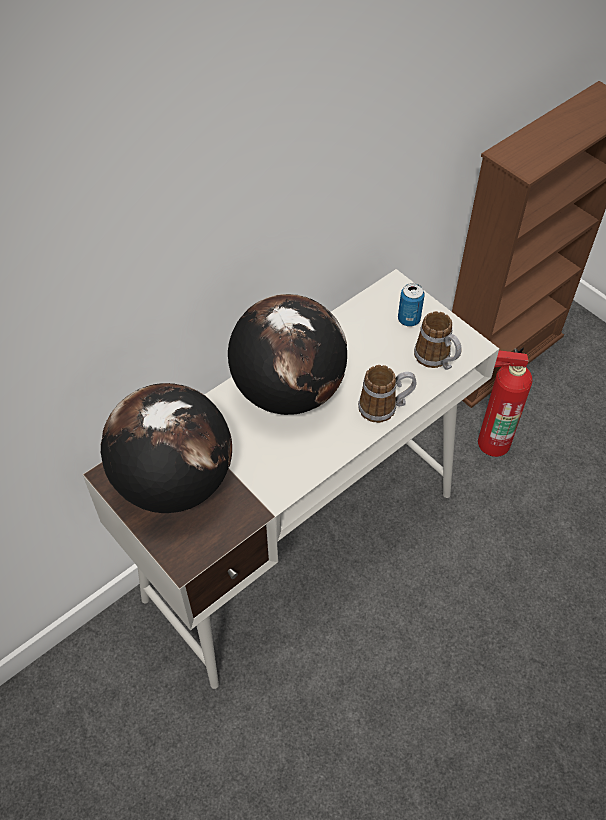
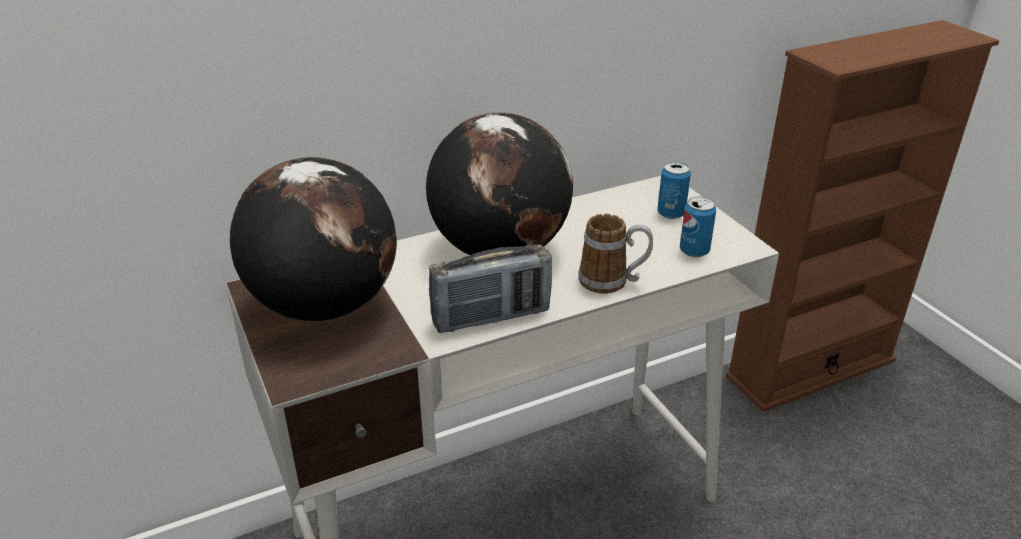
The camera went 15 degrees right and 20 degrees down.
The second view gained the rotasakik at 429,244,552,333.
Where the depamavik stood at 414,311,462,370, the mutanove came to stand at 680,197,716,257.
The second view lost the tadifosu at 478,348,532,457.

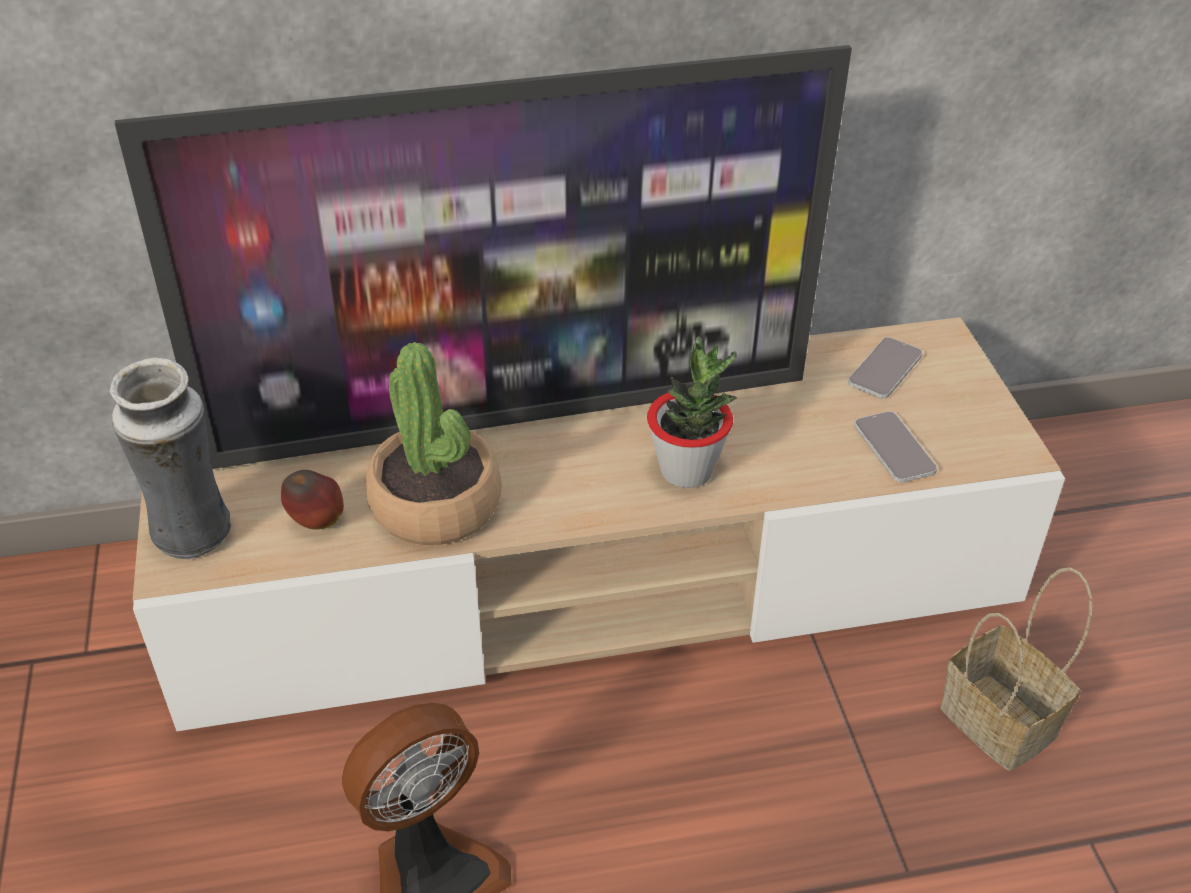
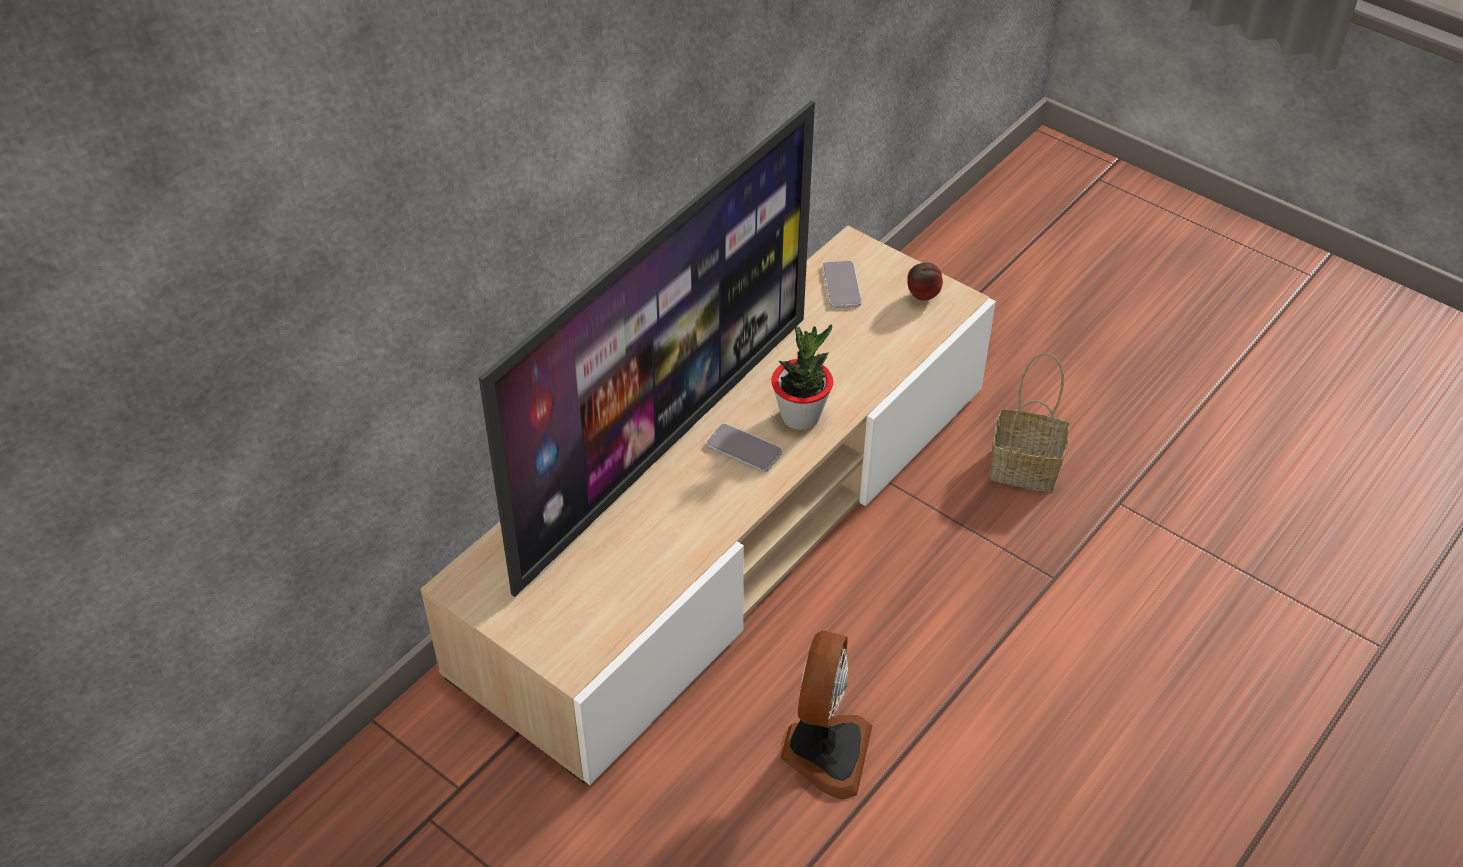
The camera went 40 degrees left and 5 degrees up.
The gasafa ended up elsewhere, having gone from 854,411,937,483 to 706,423,782,472.
The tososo ended up elsewhere, having gone from 281,470,344,530 to 907,263,943,301.
The second view lost the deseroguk at 110,357,231,560.
The second view lost the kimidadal at 366,342,502,545.

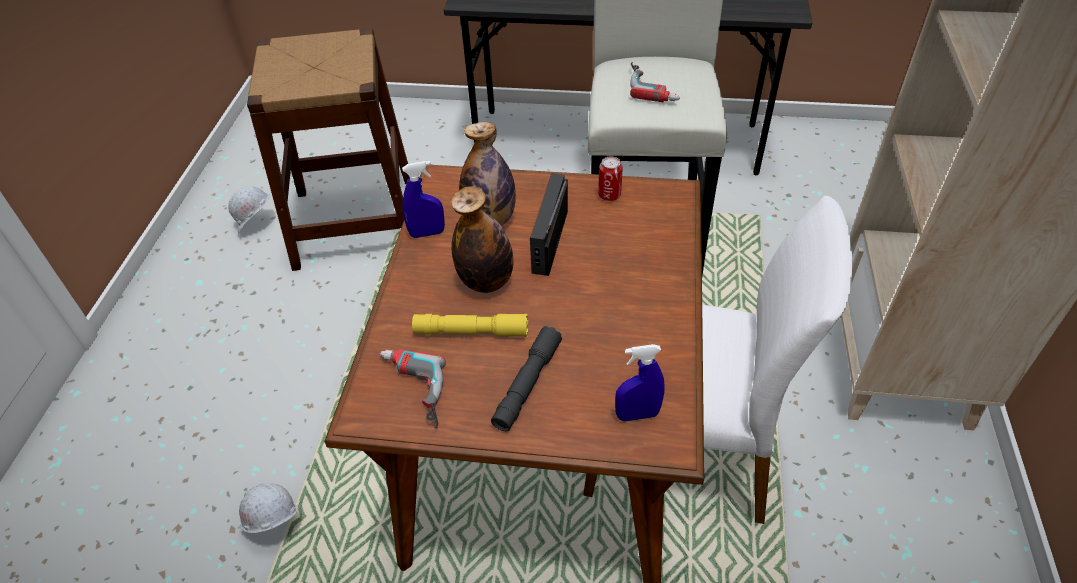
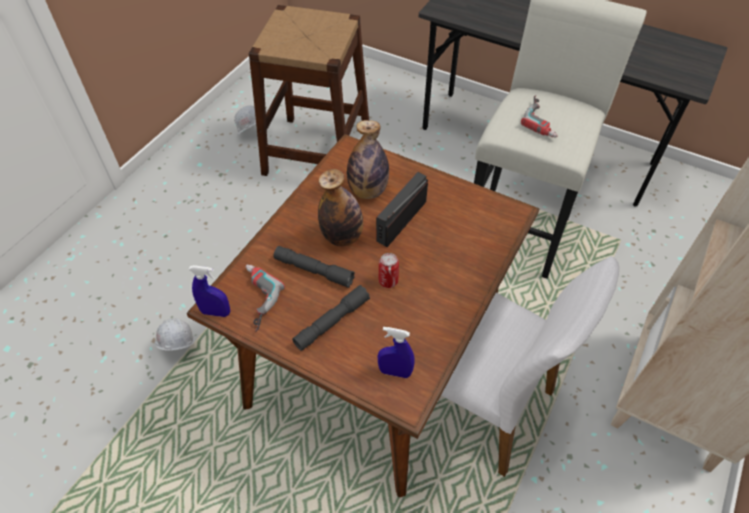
The camera went 20 degrees right and 5 degrees up.
The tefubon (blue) ended up elsewhere, having gone from 402,161,445,238 to 188,265,230,317.
What was the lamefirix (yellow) at 412,314,528,337 turned into the lamefirix (grey) at 274,246,355,288.
The mutanove ended up elsewhere, having gone from 598,156,623,201 to 379,253,399,288.

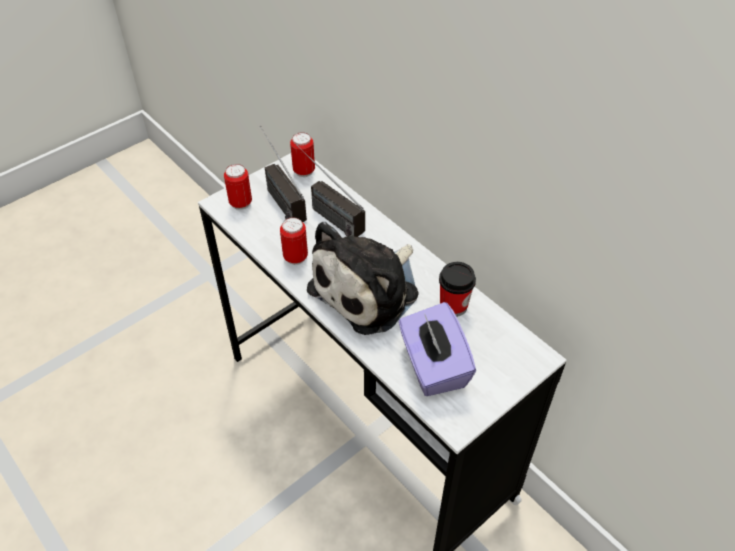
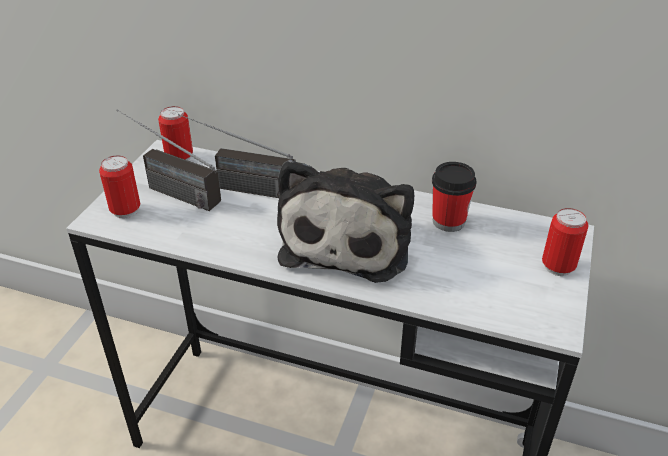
The camera went 30 degrees left and 10 degrees down.
The mutanove ended up elsewhere, having gone from 280,217,308,265 to 542,208,588,276.
The second view lost the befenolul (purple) at 399,302,476,396.

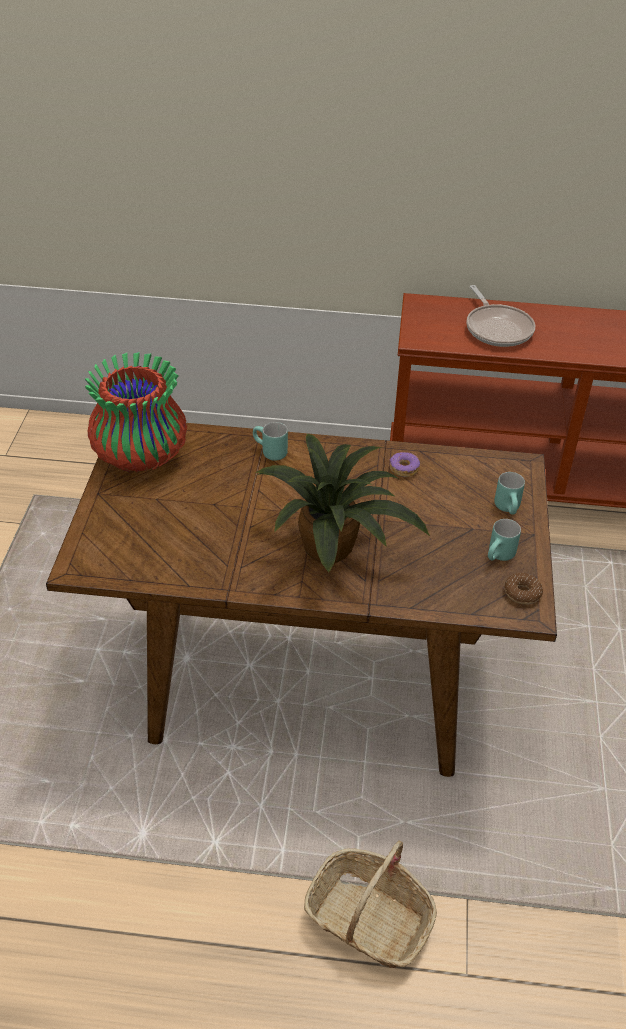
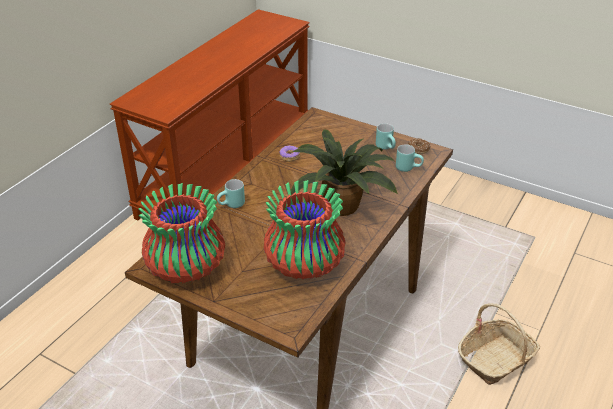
The camera went 65 degrees left and 5 degrees down.
The second view gained the deseroguk at 264,180,346,280.
The depamavik (turquoise) ended up elsewhere, having gone from 494,472,525,515 to 396,144,424,172.
The second view lost the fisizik at 466,285,535,347.

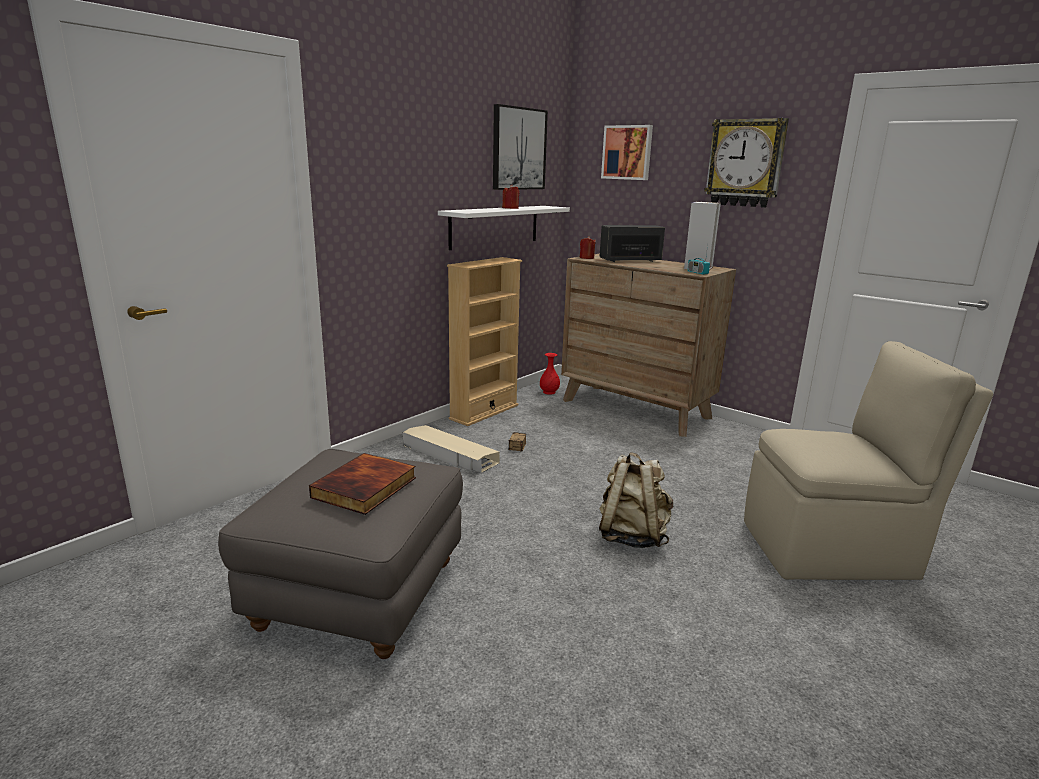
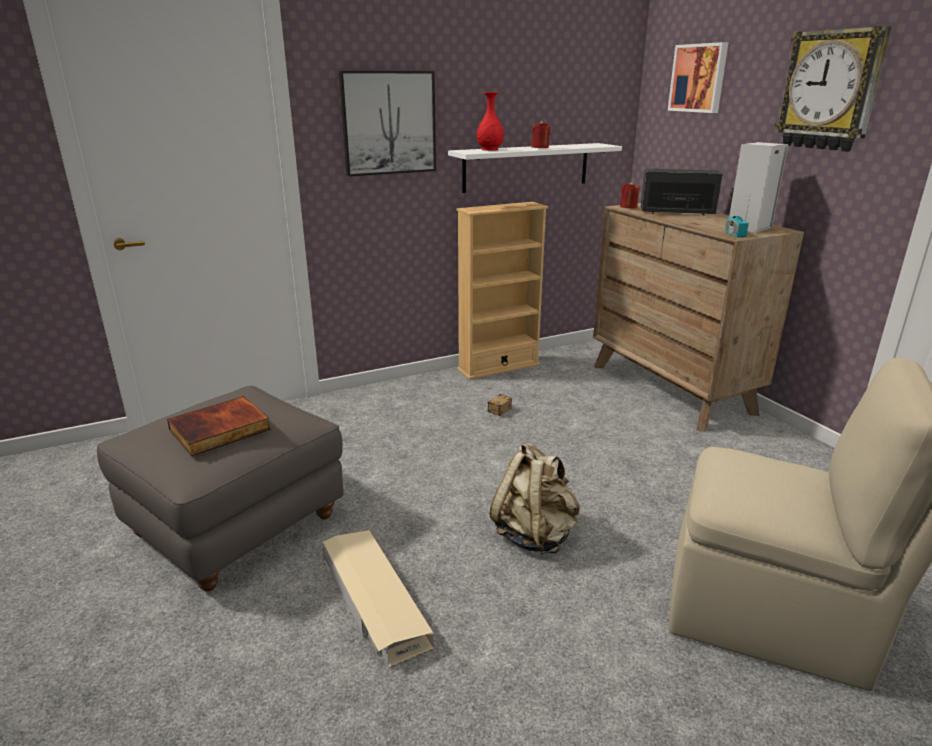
The camera went 25 degrees right and 5 degrees up.
The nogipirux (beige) ended up elsewhere, having gone from 403,425,500,473 to 323,530,434,667.
The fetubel ended up elsewhere, having gone from 493,104,548,190 to 339,71,436,177.
The deseroguk (red) ended up elsewhere, having gone from 540,353,560,395 to 477,92,504,151.

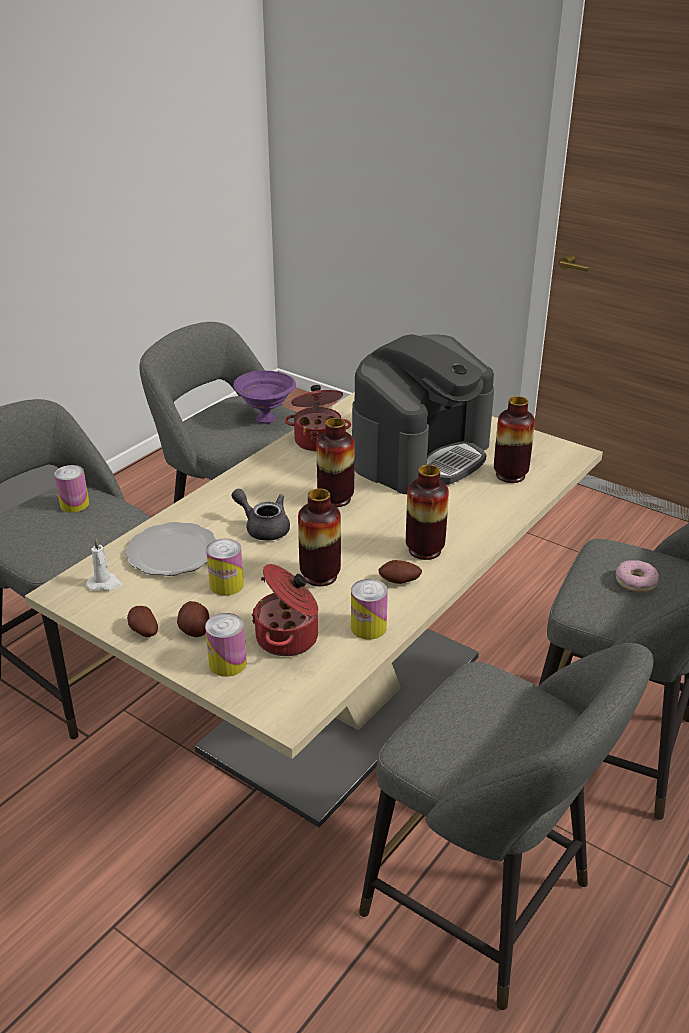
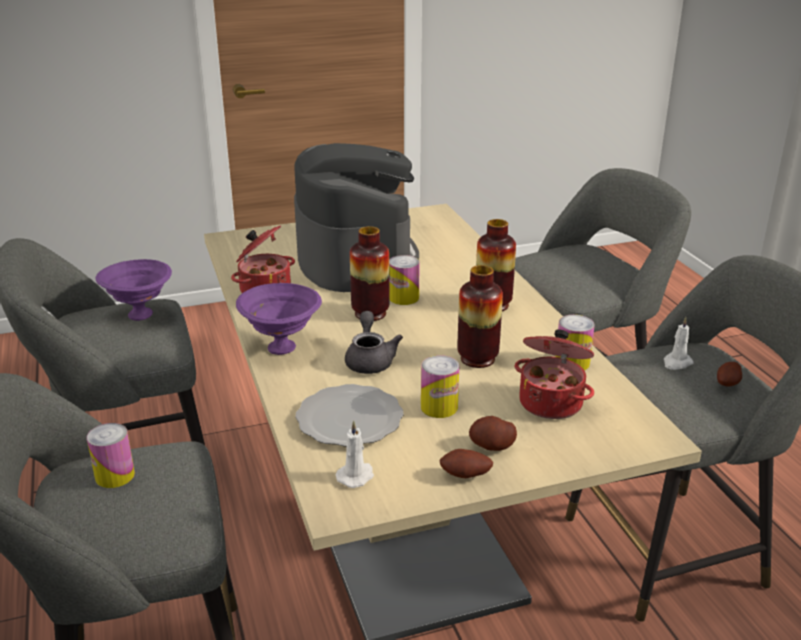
The camera went 55 degrees left and 5 degrees down.
The second view gained the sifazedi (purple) at 236,283,322,355.
The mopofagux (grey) at 231,489,290,541 ended up facing another way, 105 degrees clockwise from before.
The mutanove ended up elsewhere, having gone from 205,613,247,677 to 389,255,420,305.
The second view gained the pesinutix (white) at 664,317,694,370.
The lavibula ended up elsewhere, having gone from 379,560,422,584 to 717,362,742,387.
The second view lost the deseroguk at 494,396,535,483.
The second view lost the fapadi at 616,560,659,592.

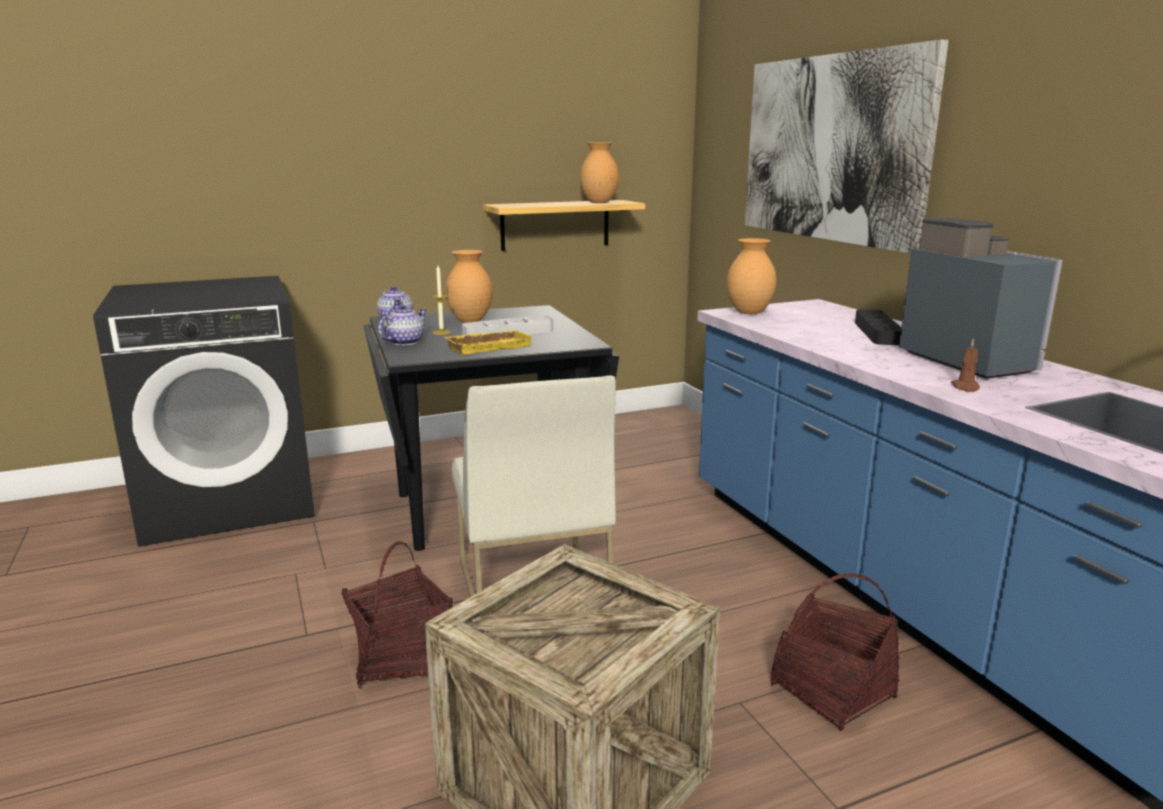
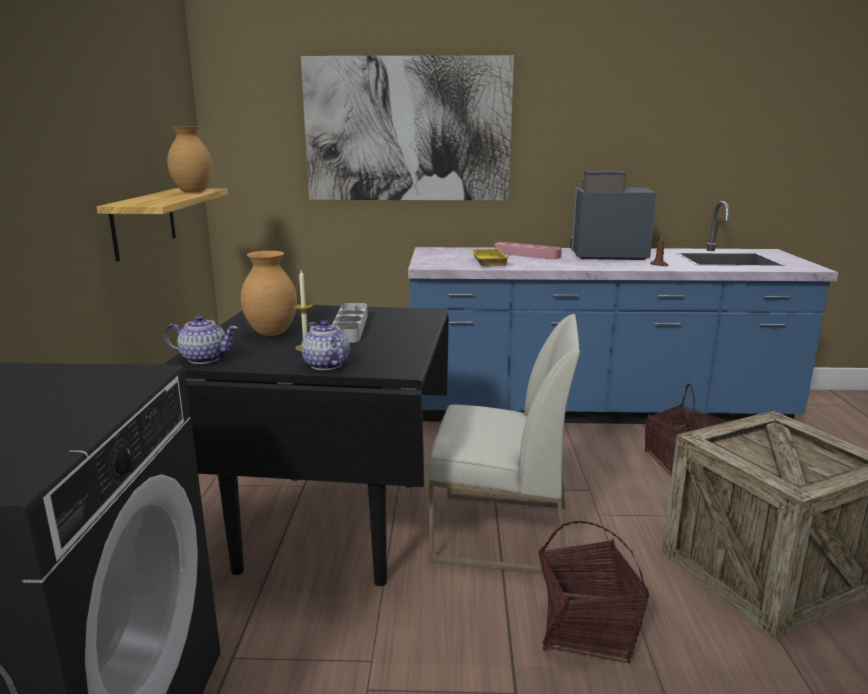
The camera went 65 degrees left and 0 degrees up.
The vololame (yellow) ended up elsewhere, having gone from 444,330,533,355 to 471,248,508,266.
What was the vololame (black) at 855,310,901,345 turned into the vololame (pink) at 494,242,562,260.
The second view lost the deseroguk (brown) at 727,238,777,314.

